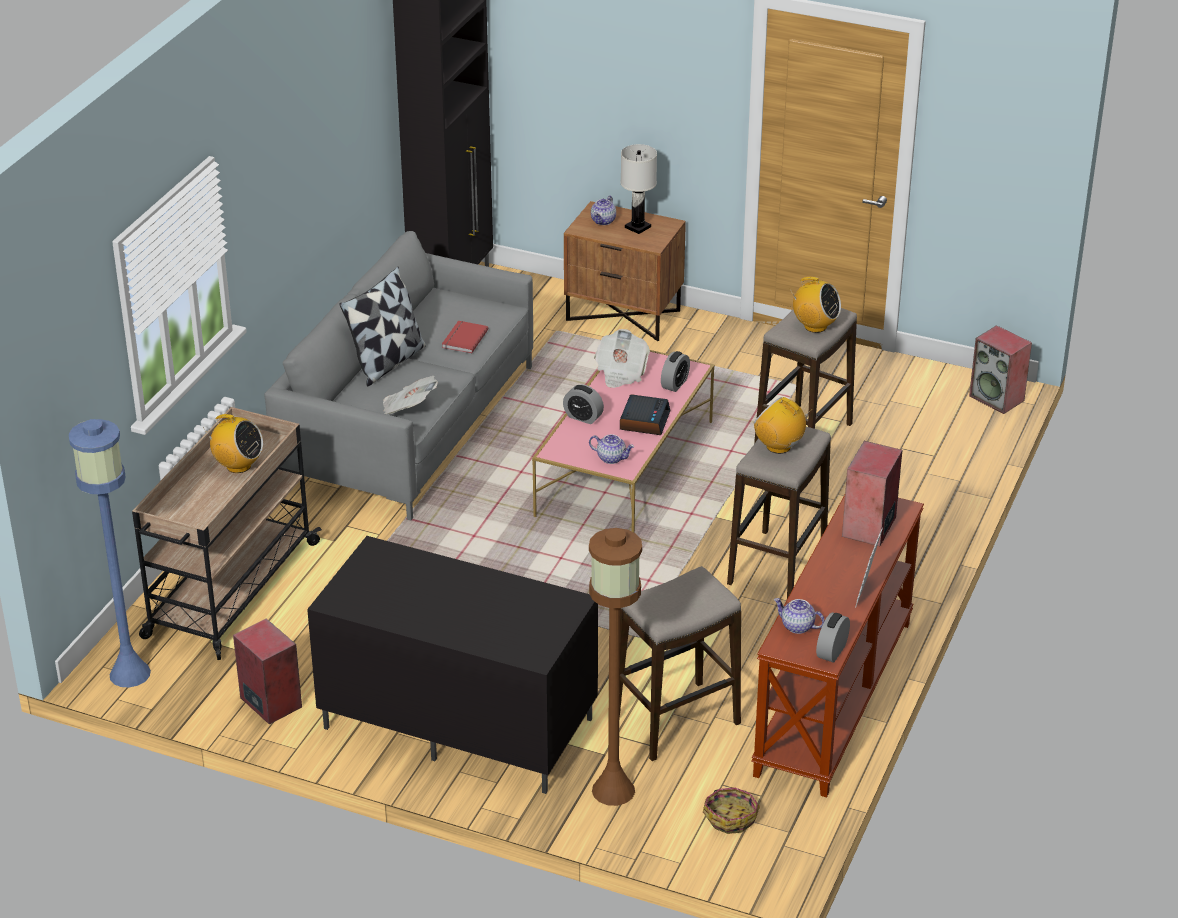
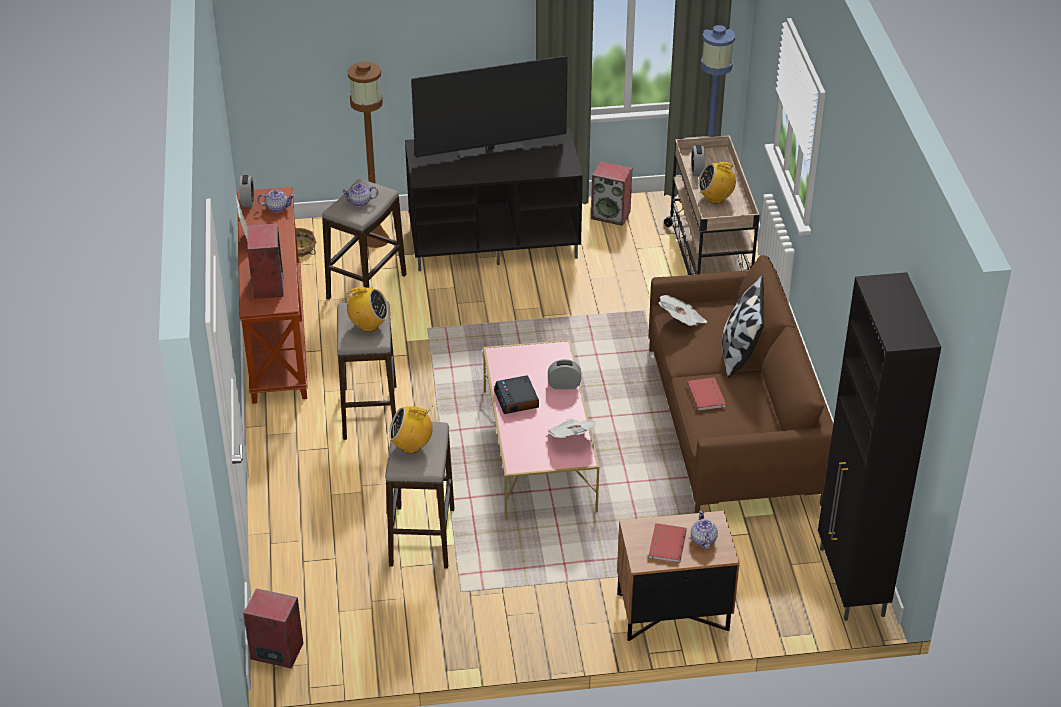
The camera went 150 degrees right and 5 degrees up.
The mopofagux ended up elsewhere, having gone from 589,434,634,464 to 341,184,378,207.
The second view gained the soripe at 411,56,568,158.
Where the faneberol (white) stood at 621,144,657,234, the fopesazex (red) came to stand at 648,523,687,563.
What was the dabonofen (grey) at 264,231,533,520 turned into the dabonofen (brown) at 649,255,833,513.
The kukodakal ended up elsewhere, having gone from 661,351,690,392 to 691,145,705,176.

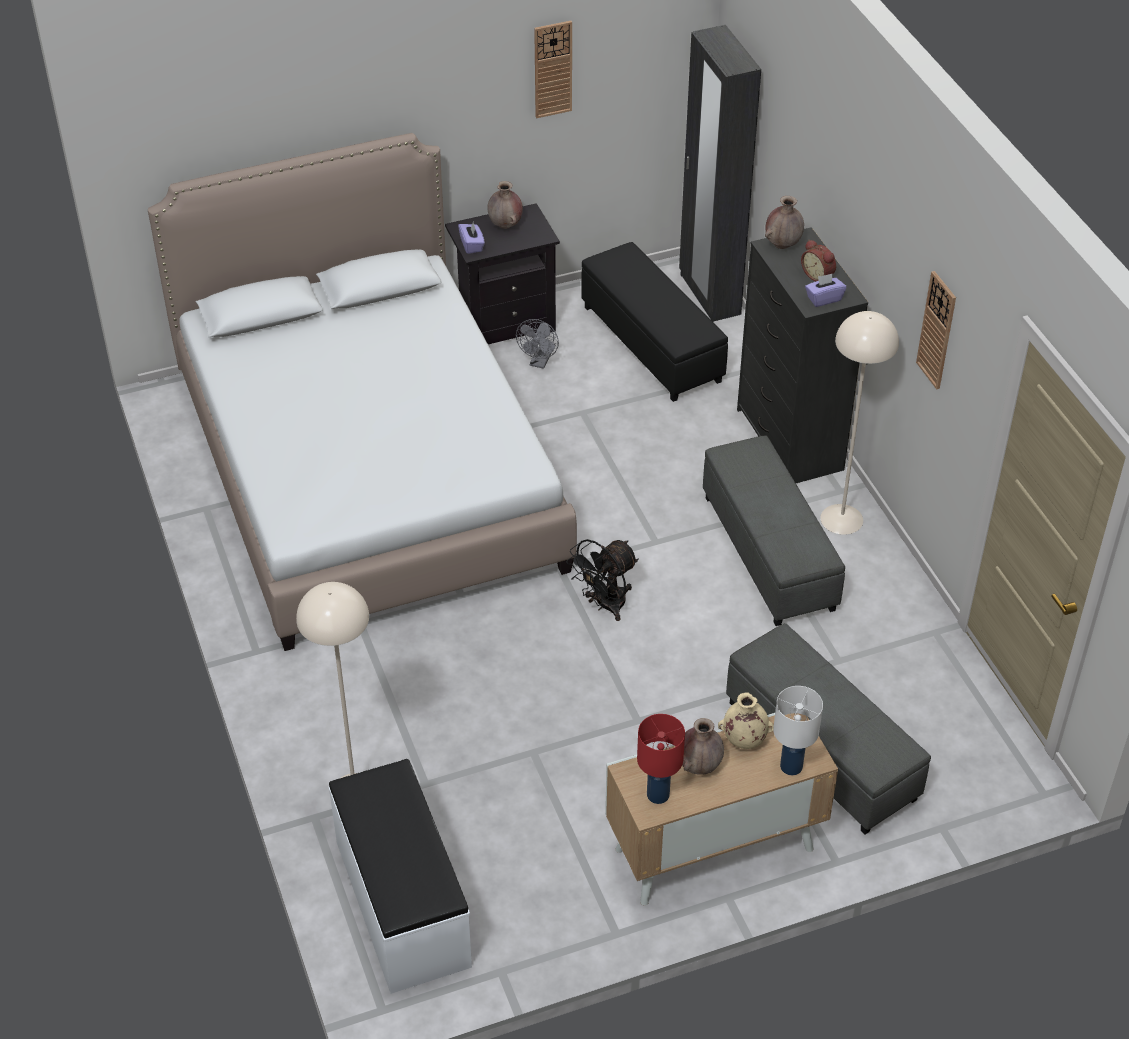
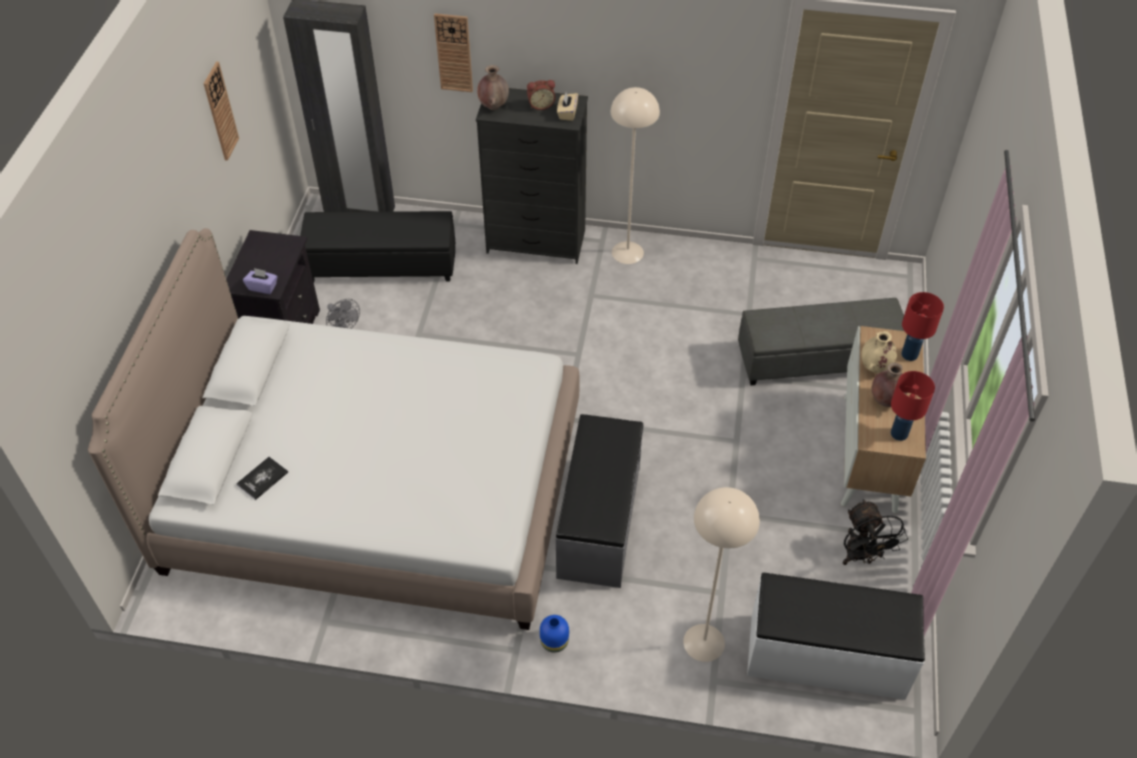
The camera went 60 degrees left and 5 degrees up.
The second view gained the fopesazex at 236,457,288,500.
The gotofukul ended up elsewhere, having gone from 916,271,956,389 to 434,13,473,92.
The second view gained the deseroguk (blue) at 540,615,569,653.
The second view gained the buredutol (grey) at 555,414,644,588.
What was the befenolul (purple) at 805,274,846,307 turned into the befenolul (beige) at 557,93,578,121.
The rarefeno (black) ended up elsewhere, having gone from 566,539,639,621 to 843,499,908,565.
What was the faneberol (white) at 773,686,823,775 turned into the faneberol (red) at 901,292,944,361.
The second view lost the deseroguk (brown) at 487,181,523,229.
The second view lost the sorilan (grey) at 703,436,845,626.

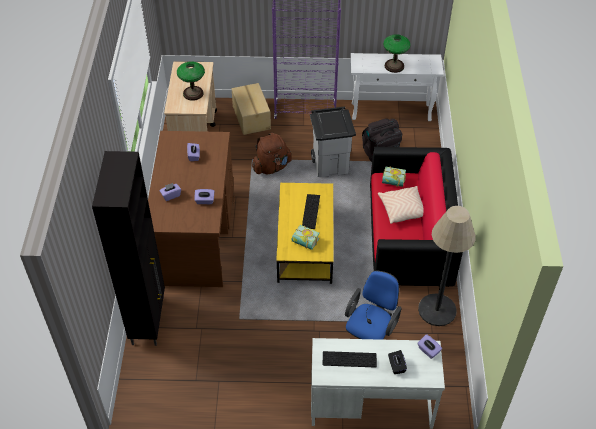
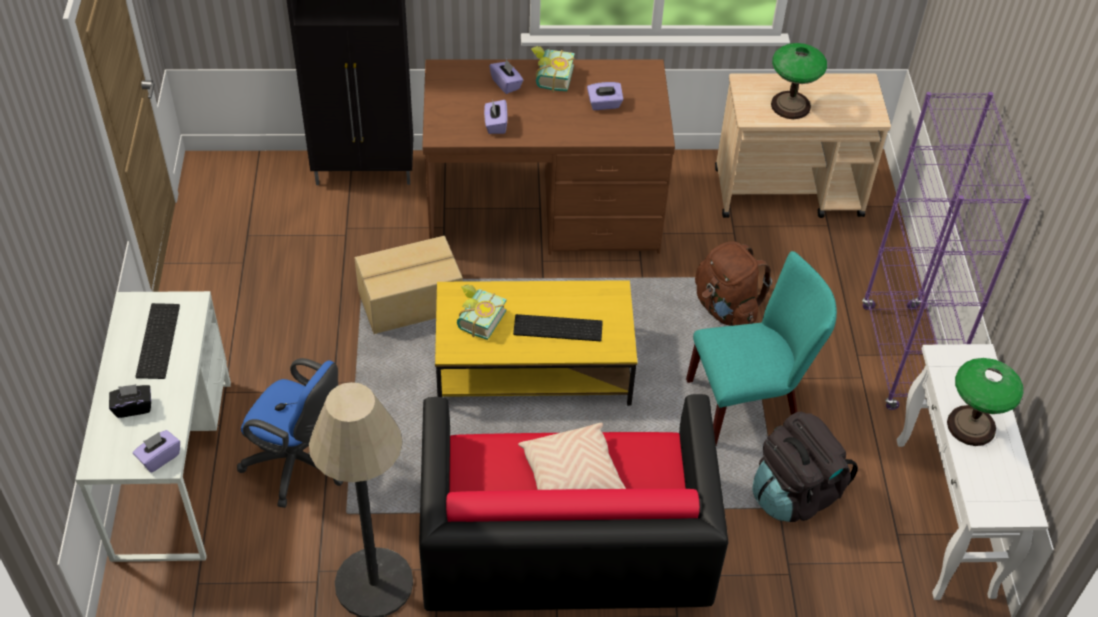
The camera went 85 degrees right and 0 degrees up.
The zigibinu ended up elsewhere, having gone from 231,83,271,135 to 355,236,463,334.
The fopesazex ended up elsewhere, having gone from 382,166,406,187 to 531,46,575,92.
Where the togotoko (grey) stood at 310,107,356,177, the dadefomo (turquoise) came to stand at 686,251,837,445.

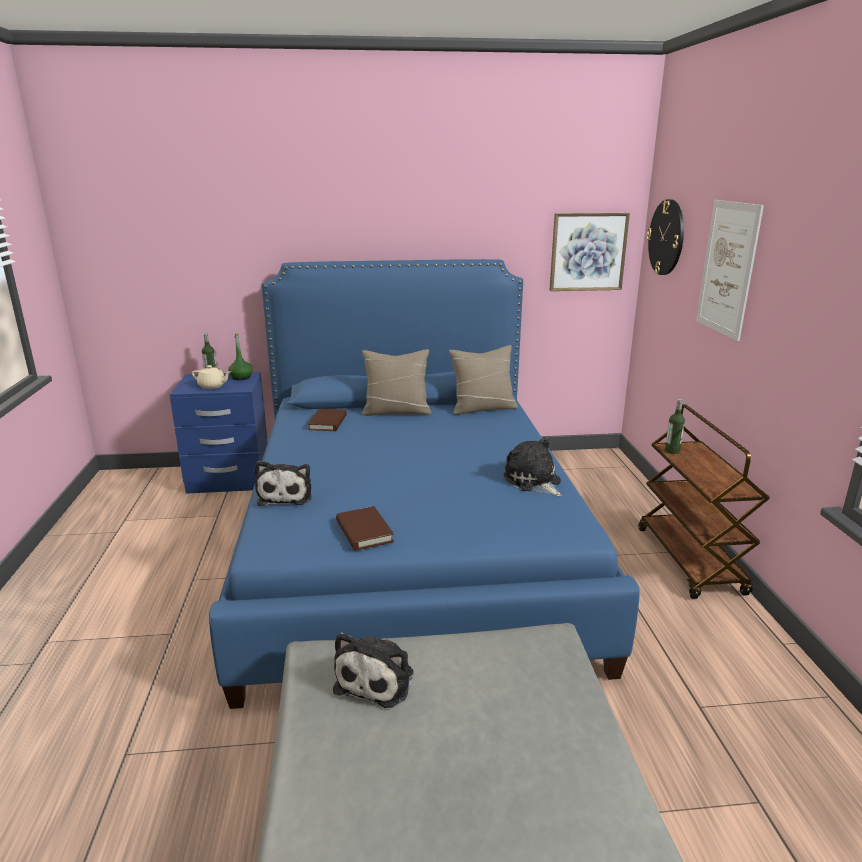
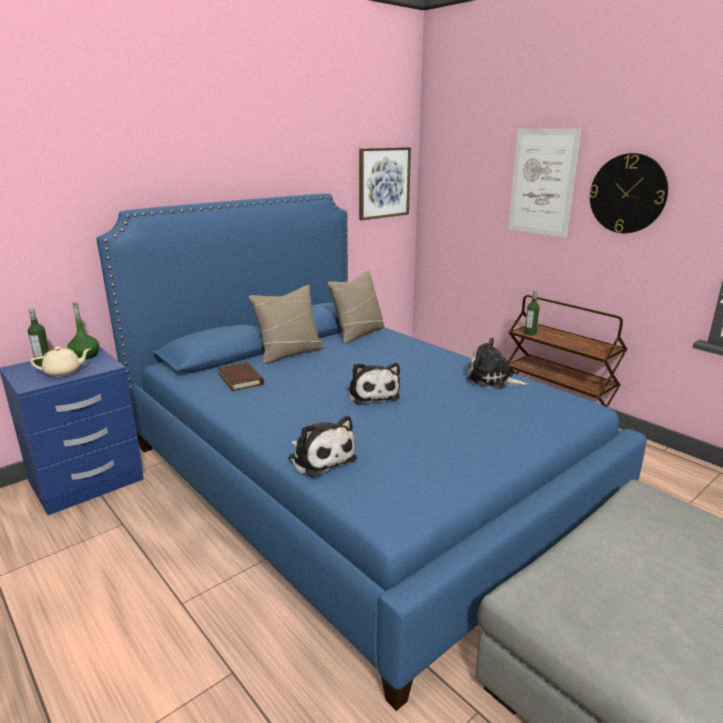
The camera went 35 degrees left and 0 degrees up.
The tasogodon ended up elsewhere, having gone from 333,632,414,708 to 348,363,400,405.
The gotofukul ended up elsewhere, having gone from 646,199,684,275 to 589,153,668,233.
The second view lost the fopesazex (brown) at 336,506,394,550.

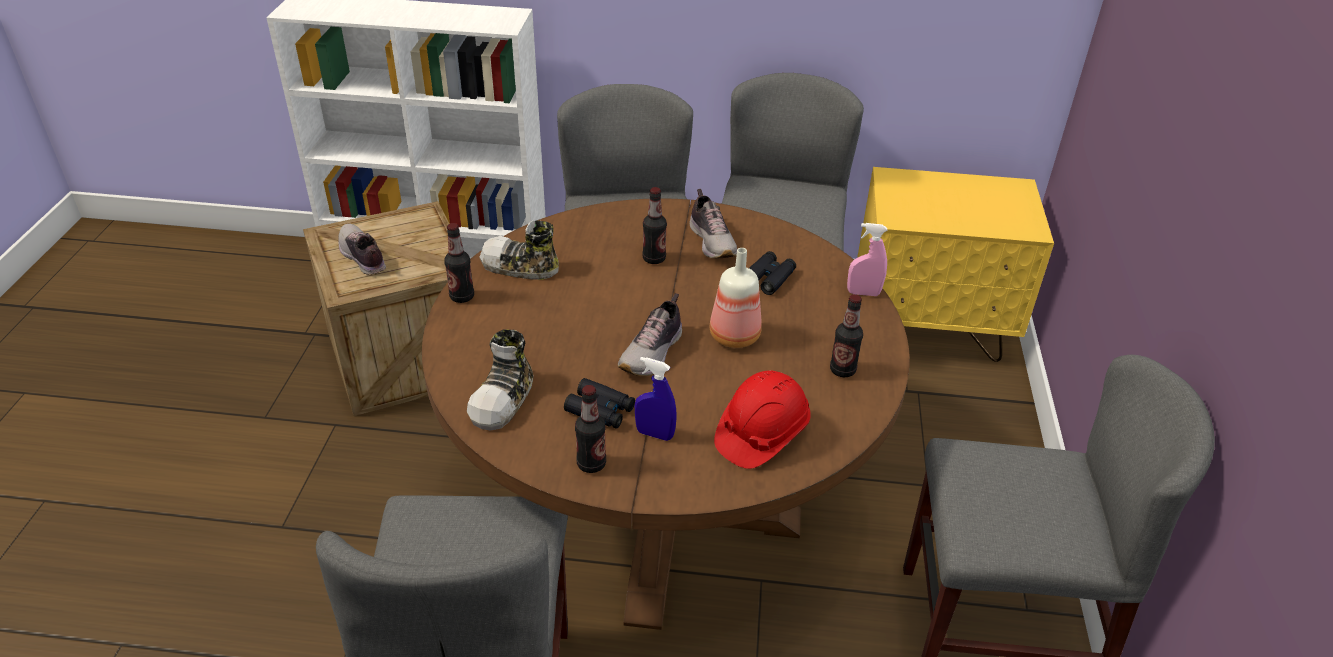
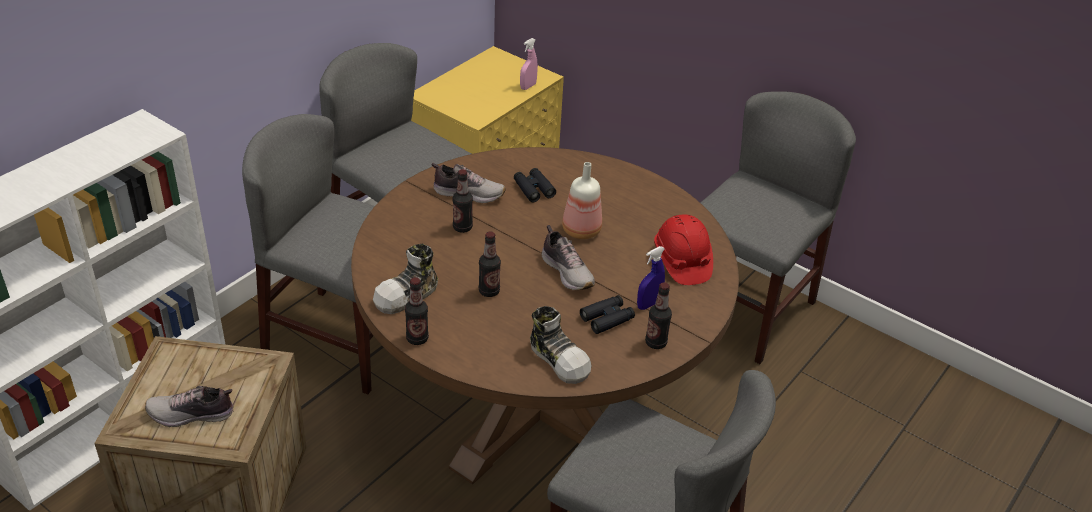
The camera went 60 degrees left and 0 degrees up.
The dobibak ended up elsewhere, having gone from 830,294,863,377 to 479,231,501,297.
The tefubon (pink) ended up elsewhere, having gone from 847,223,887,296 to 520,38,538,90.

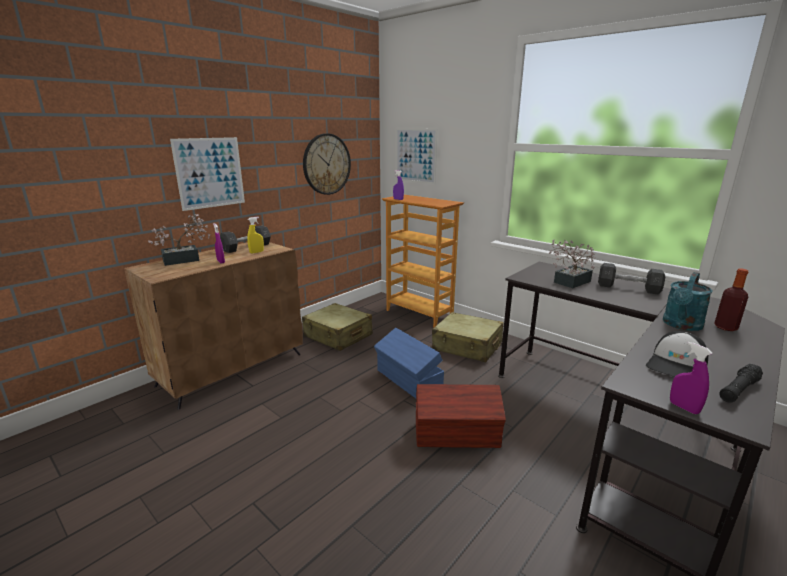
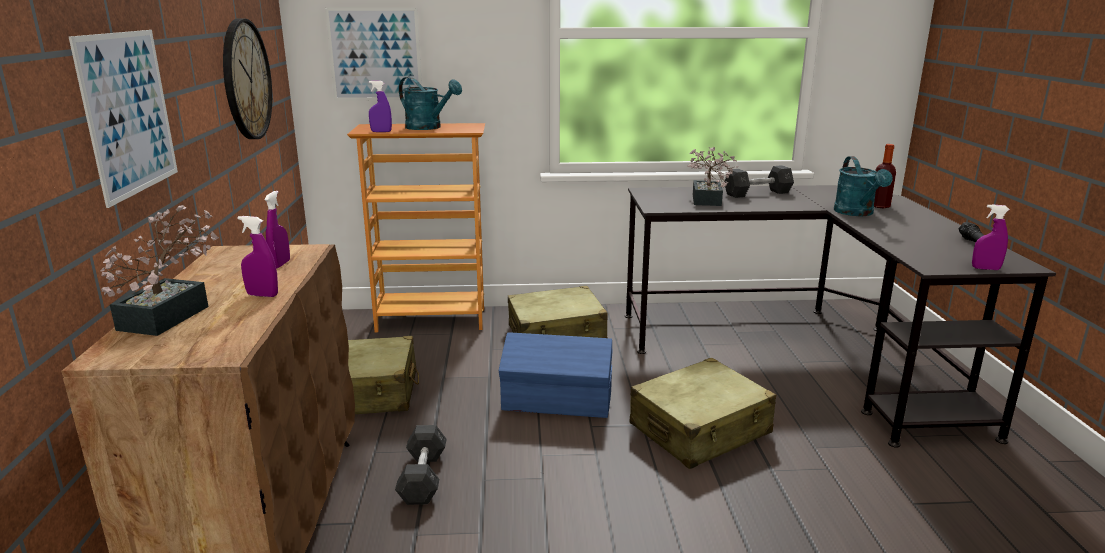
The camera went 45 degrees left and 0 degrees up.
What was the tefubon (yellow) at 247,217,264,254 turned into the tefubon (purple) at 264,191,290,269.
The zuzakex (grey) ended up elsewhere, having gone from 220,226,271,253 to 395,425,447,505.
The second view gained the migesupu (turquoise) at 399,77,462,130.
Where the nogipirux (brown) stood at 416,384,506,448, the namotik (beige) came to stand at 630,358,776,469.
The second view lost the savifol at 646,331,708,377.

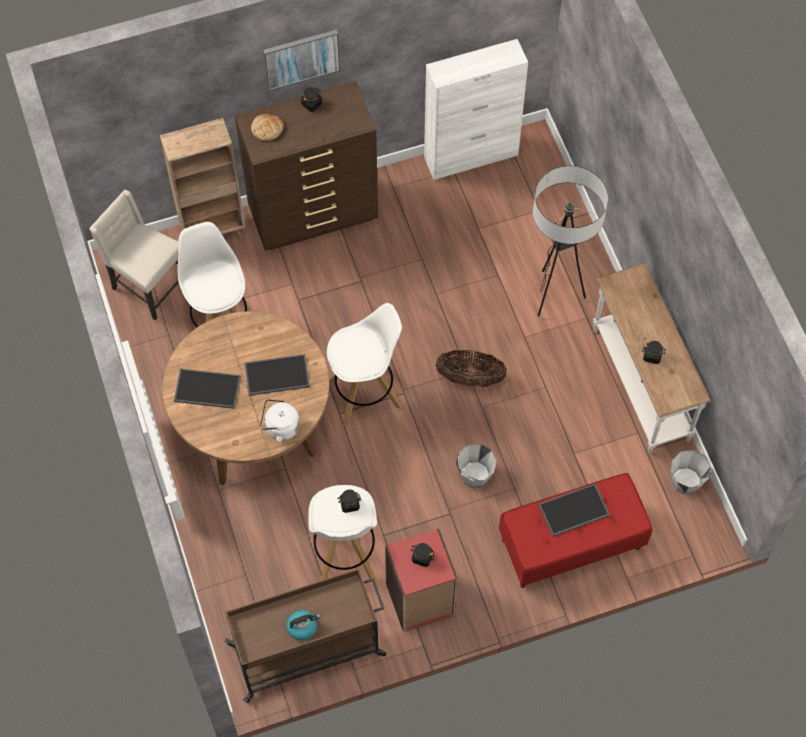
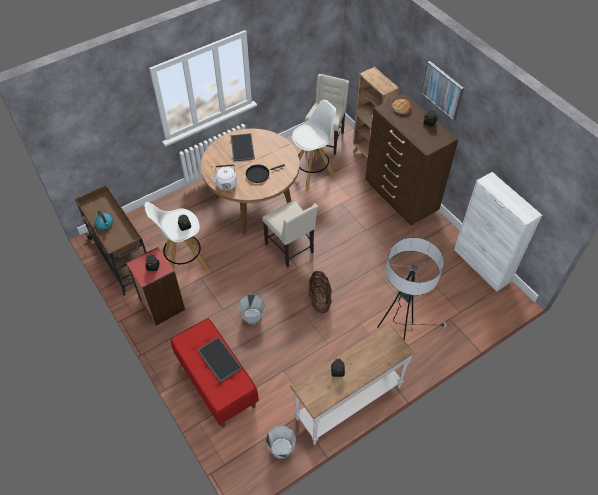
The camera went 75 degrees right and 10 degrees down.
Where the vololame stood at 244,354,310,396, the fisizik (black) came to stand at 246,164,285,183.
Where the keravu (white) stood at 327,303,403,427, the dadefomo (beige) came to stand at 262,200,318,268.

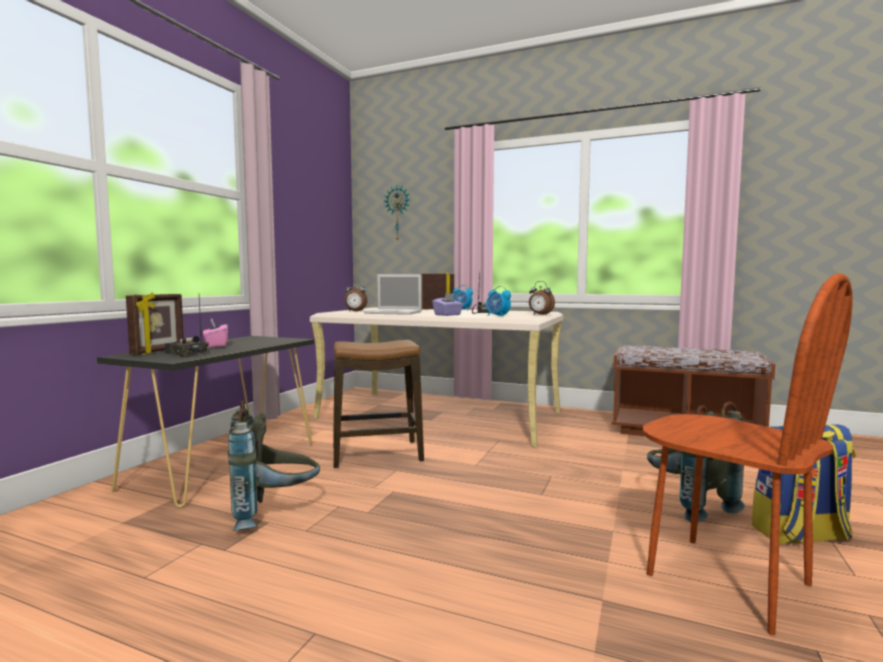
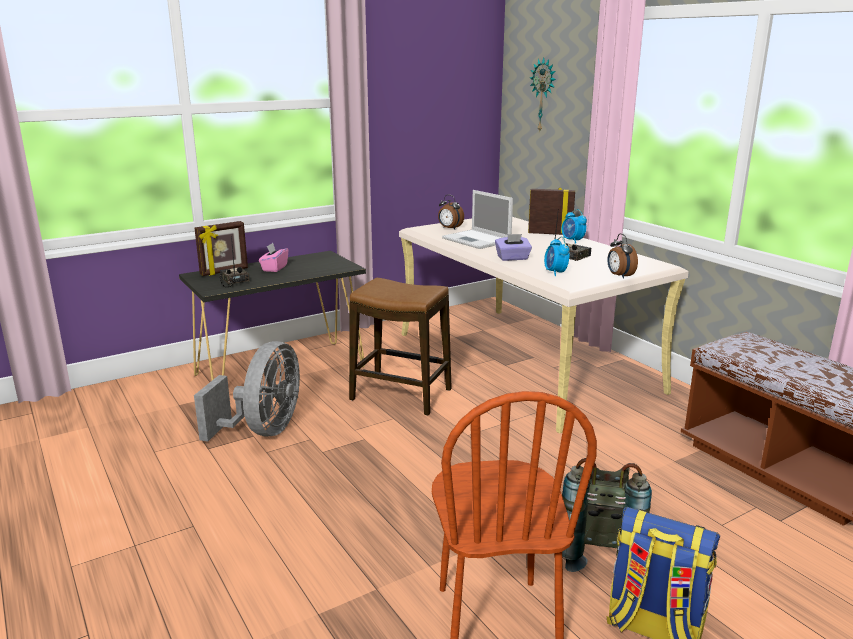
The camera went 35 degrees right and 15 degrees up.
Where the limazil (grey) stood at 228,400,320,531, the rarefeno (grey) came to stand at 194,341,300,442.

